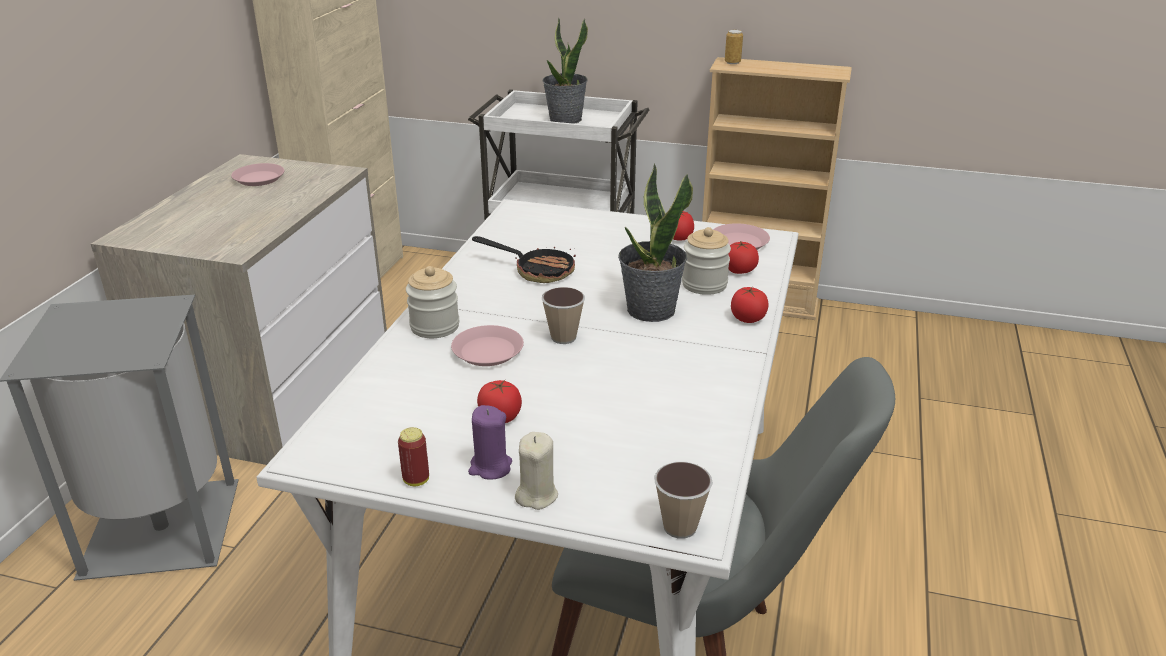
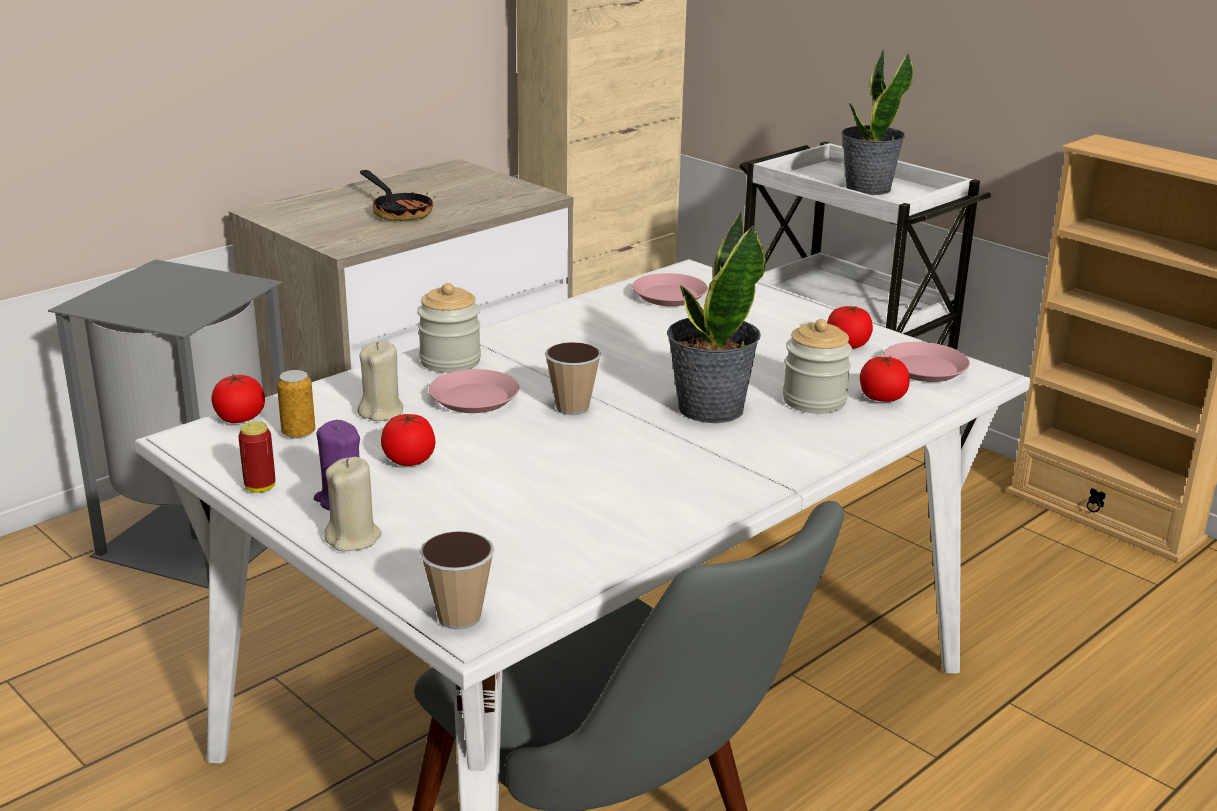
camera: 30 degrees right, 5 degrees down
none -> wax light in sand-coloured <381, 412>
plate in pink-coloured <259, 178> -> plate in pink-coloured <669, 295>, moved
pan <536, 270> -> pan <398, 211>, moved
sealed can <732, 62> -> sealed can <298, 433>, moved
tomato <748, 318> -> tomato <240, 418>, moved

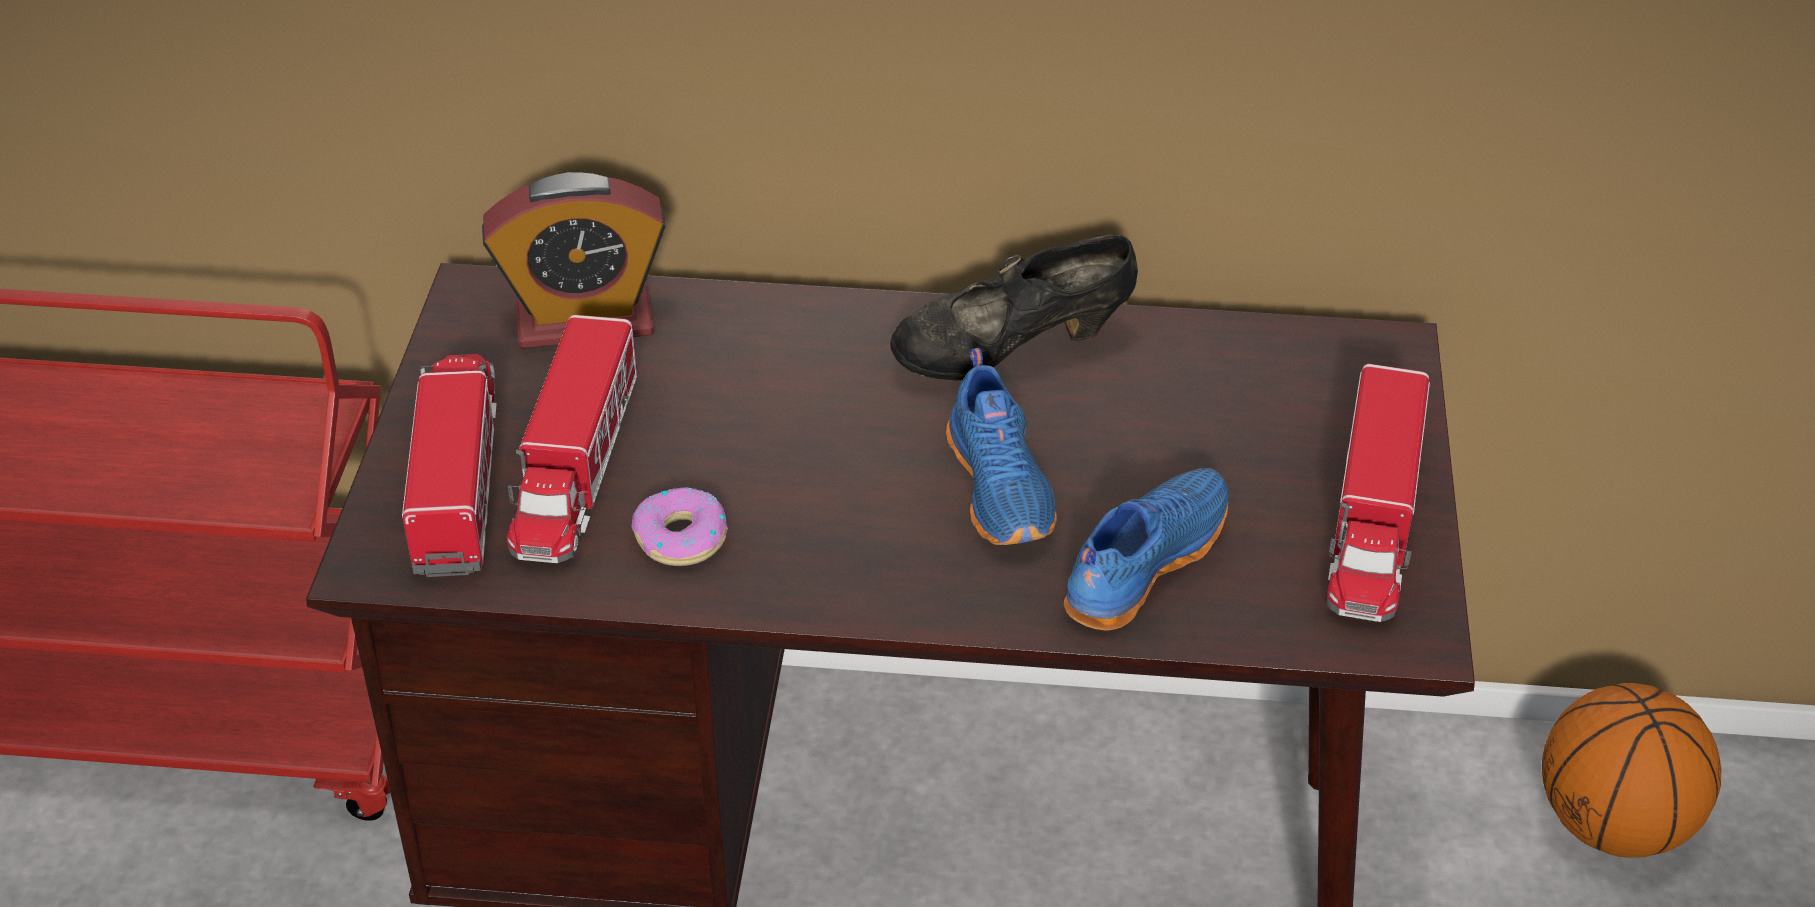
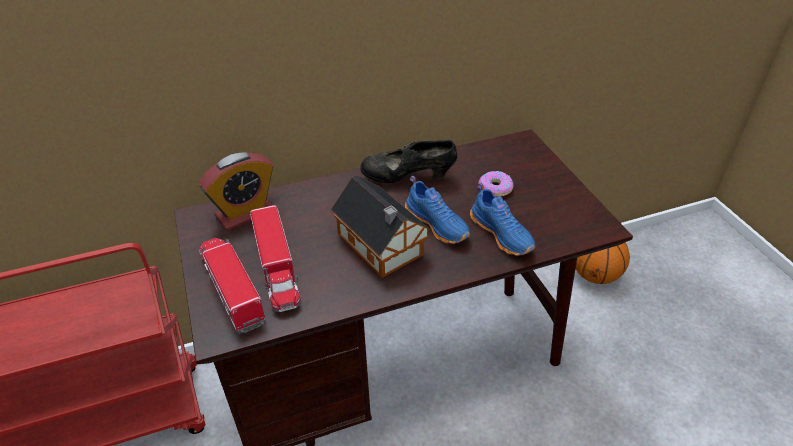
camera: 25 degrees left, 0 degrees up
toy truck <1372, 520> -> none
none -> model house <381, 247>
doughnut <680, 538> -> doughnut <495, 188>, moved
low shoe in black-coloured <1011, 354> -> low shoe in black-coloured <408, 178>, 45 degrees clockwise
low shoe in blue-coloured <1141, 563> -> low shoe in blue-coloured <502, 233>, 135 degrees clockwise

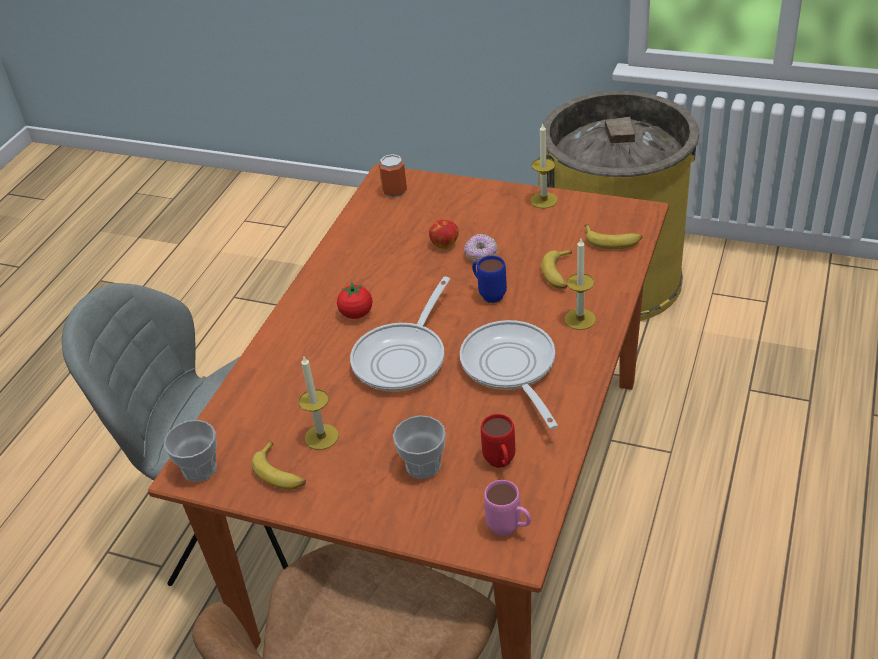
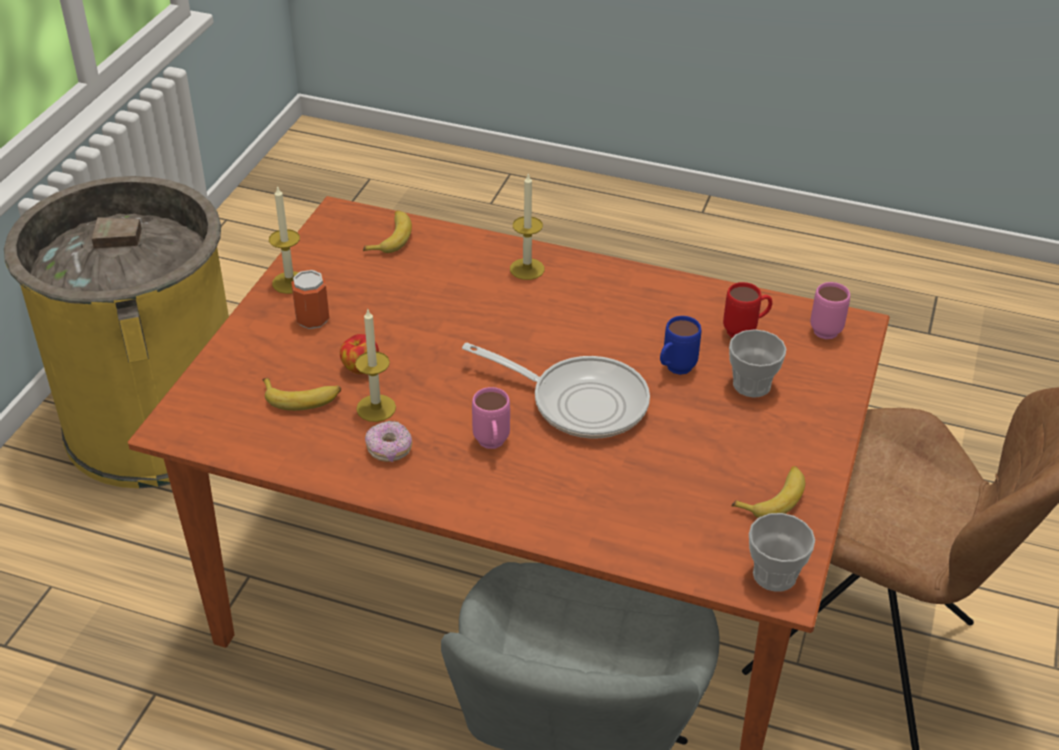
camera: 95 degrees left, 0 degrees up
pan <510, 369> -> none
wax light <321, 437> -> wax light <376, 408>, moved
sealed can <395, 191> -> sealed can <312, 319>, moved
doughnut <481, 255> -> doughnut <389, 449>, moved
mug in blue-coloured <488, 294> -> mug in blue-coloured <674, 370>, moved
banana <559, 274> -> banana <302, 398>, moved
tomato <356, 314> -> mug in pink-coloured <492, 445>

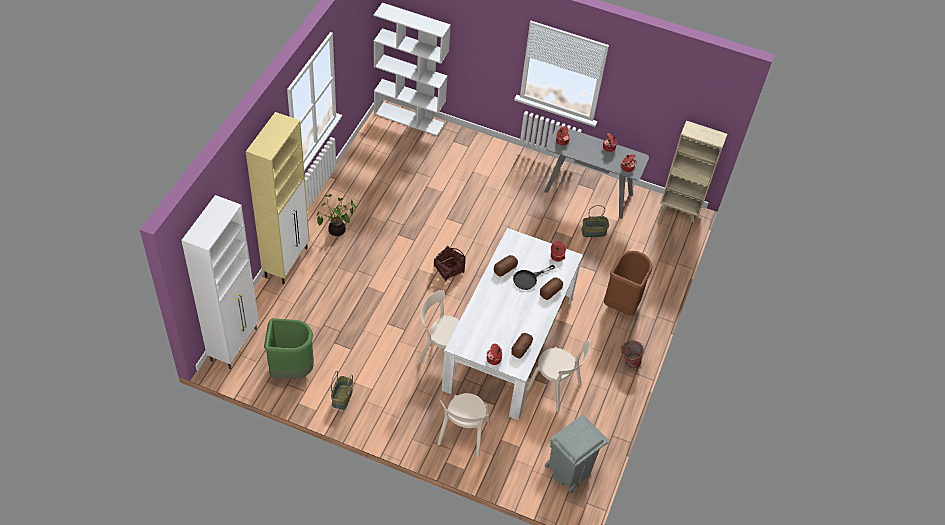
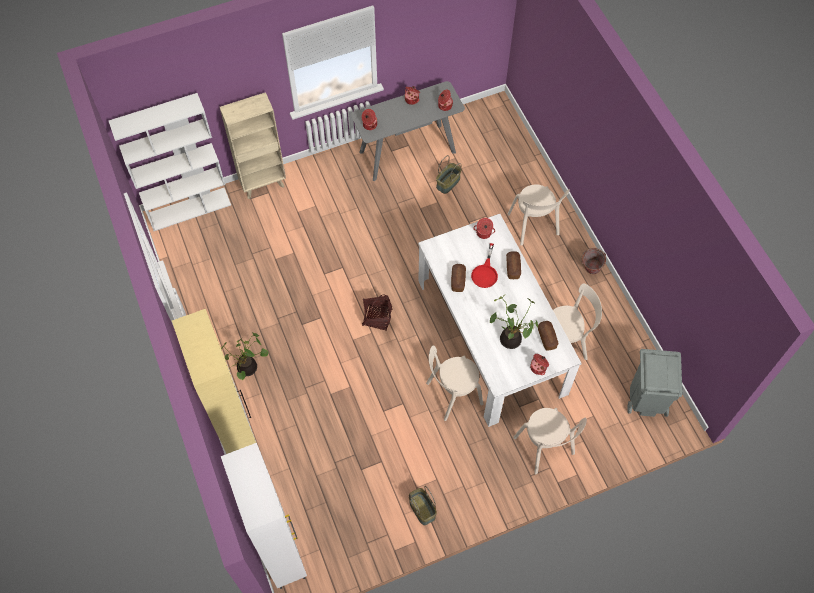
camera: 40 degrees left, 10 degrees up
waste bin in green <291, 370> -> none
none -> potted plant <511, 338>
bookshelf in sand-coloured <679, 210> -> bookshelf in sand-coloured <263, 184>, moved
waste bin in brown-coloured <621, 304> -> upright chair in sand-coloured <534, 226>
pan in black-coloured <528, 279> -> pan in red <485, 272>

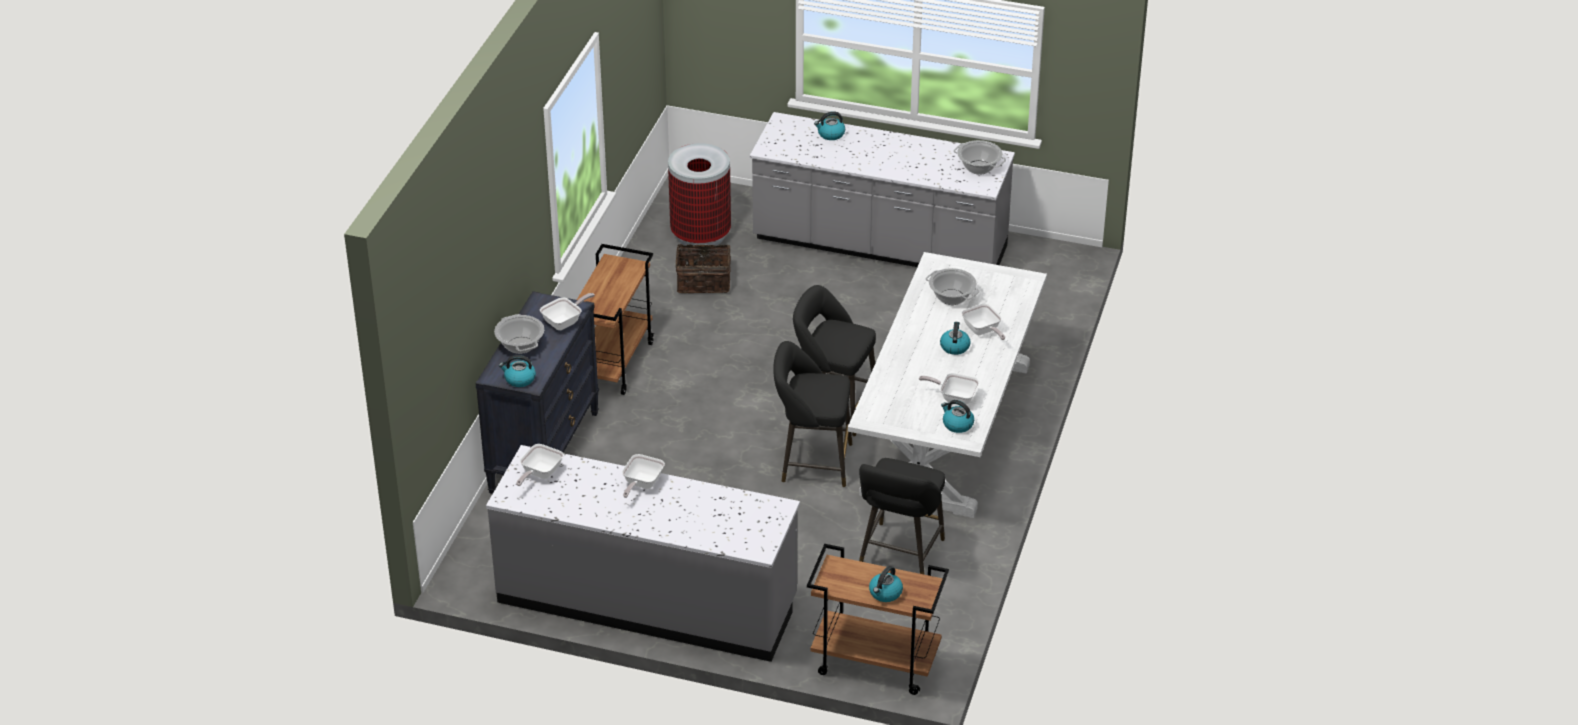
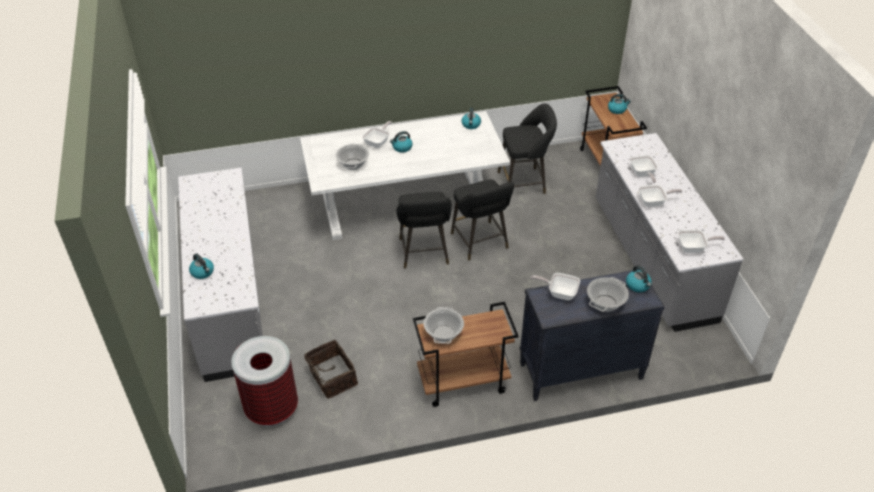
camera: 120 degrees left, 5 degrees up
pan <954, 397> -> pan <642, 174>, moved
saucepot <978, 167> -> saucepot <443, 334>, moved

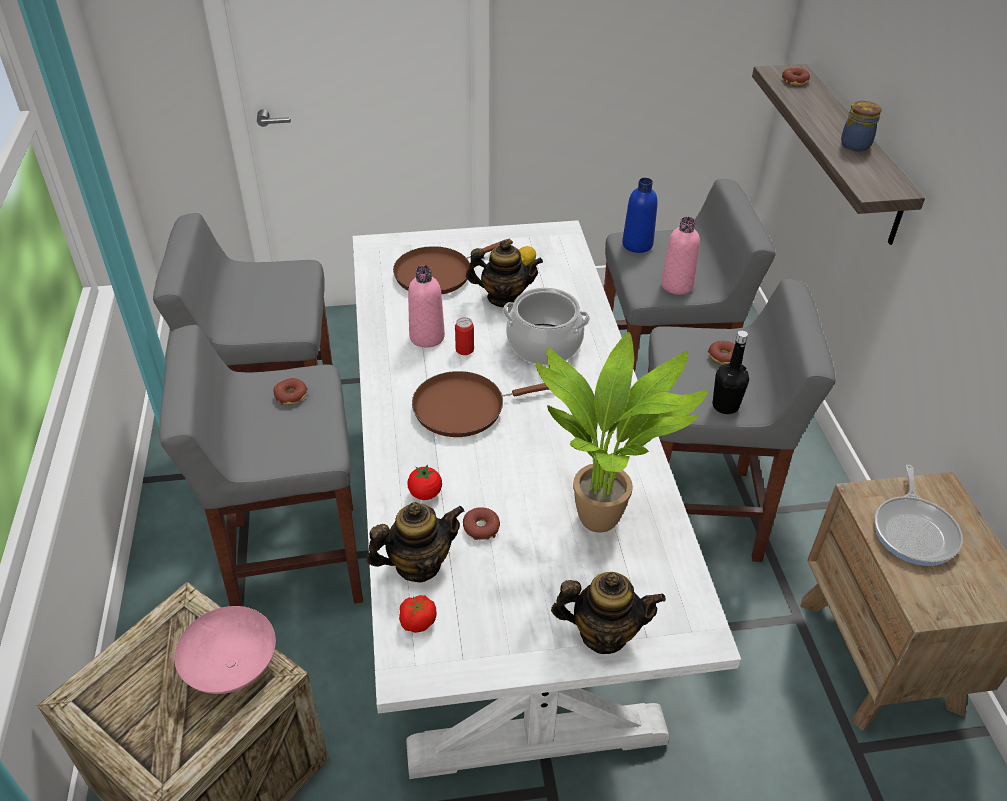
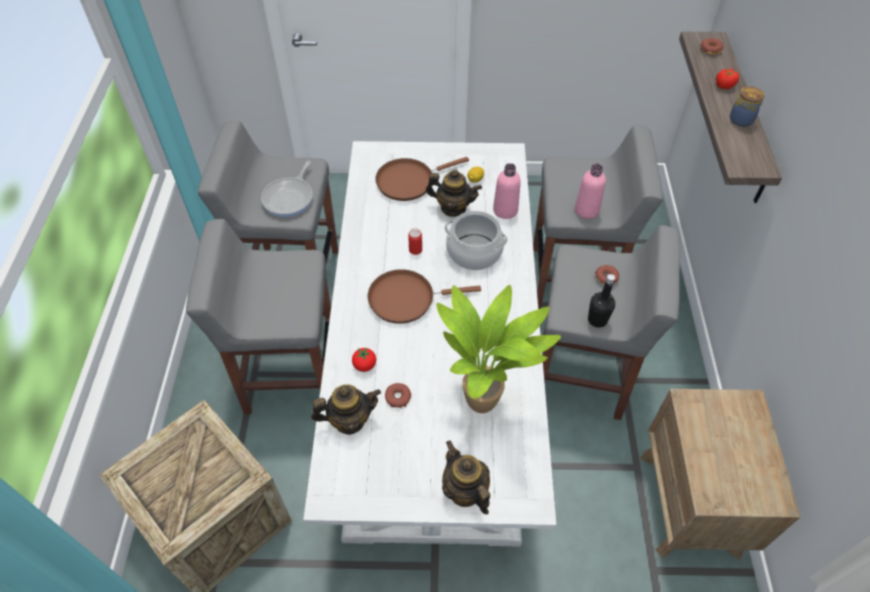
camera: 10 degrees right, 10 degrees up
serving bowl in pink-coloured <233, 666> -> none
doughnut <291, 395> -> none
beverage bottle in blue-coloured <637, 244> -> none
tomato <417, 622> -> tomato <724, 86>, moved
beverage bottle in pink-coloured <427, 337> -> beverage bottle in pink-coloured <505, 210>, moved
pan <914, 531> -> pan <290, 198>, moved
teapot <603, 633> -> teapot <465, 491>, 135 degrees counterclockwise

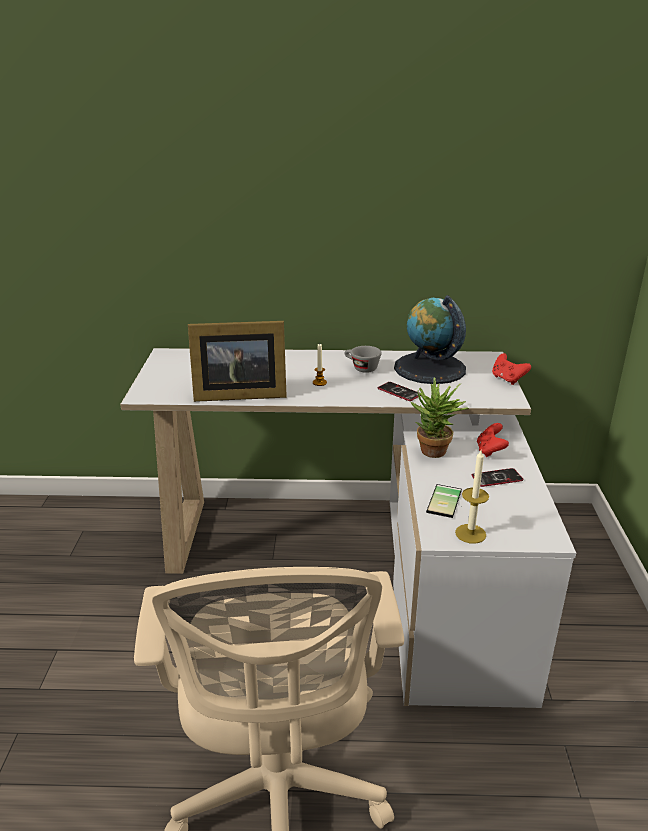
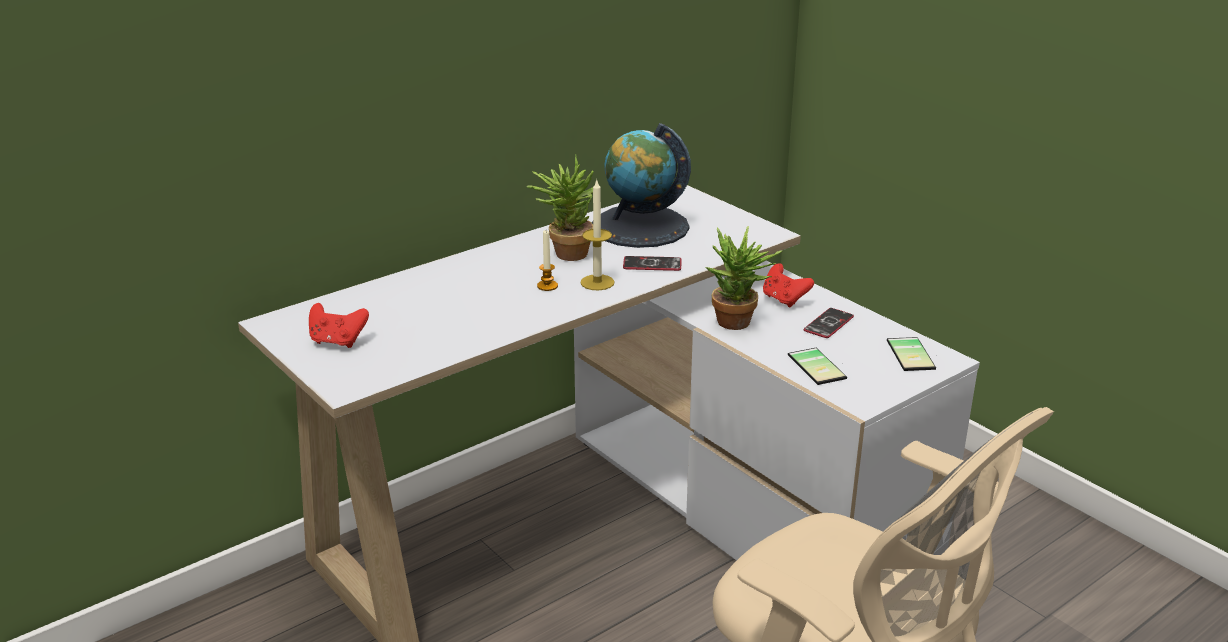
camera: 40 degrees left, 0 degrees up
picture frame <237, 394> -> none
none -> handset <914, 354>
wax light <470, 533> -> wax light <597, 282>, moved
gamepad in red <507, 379> -> gamepad in red <338, 341>, moved
drinking cup in gray <361, 368> -> potted plant <566, 252>

